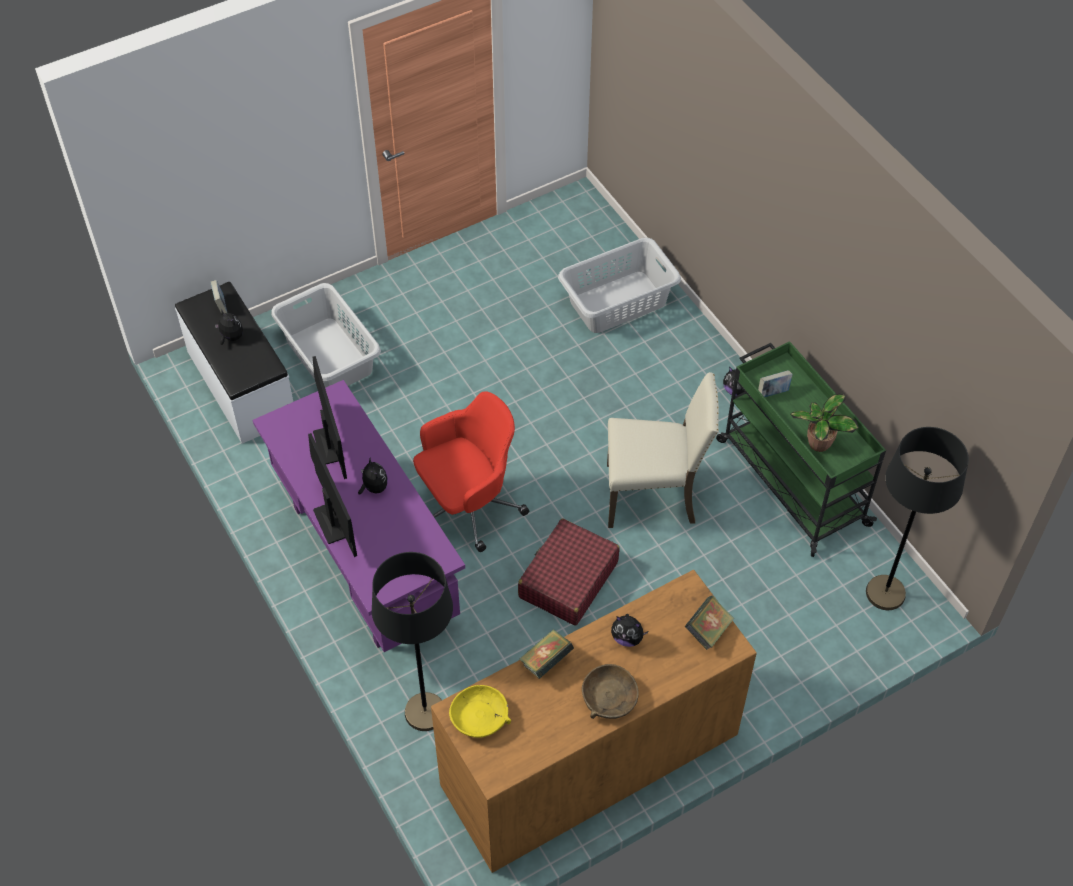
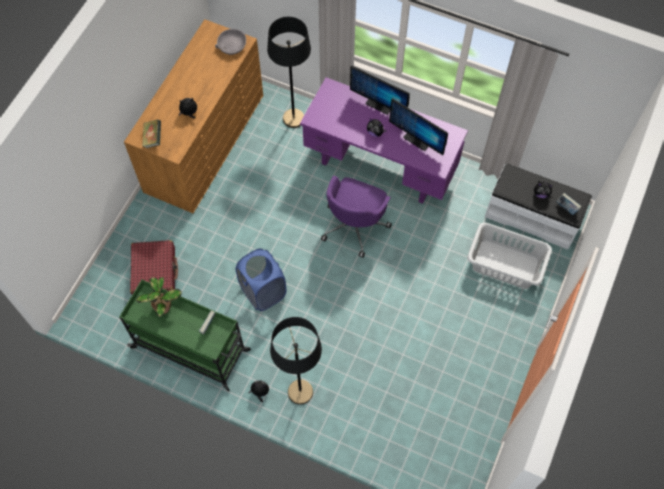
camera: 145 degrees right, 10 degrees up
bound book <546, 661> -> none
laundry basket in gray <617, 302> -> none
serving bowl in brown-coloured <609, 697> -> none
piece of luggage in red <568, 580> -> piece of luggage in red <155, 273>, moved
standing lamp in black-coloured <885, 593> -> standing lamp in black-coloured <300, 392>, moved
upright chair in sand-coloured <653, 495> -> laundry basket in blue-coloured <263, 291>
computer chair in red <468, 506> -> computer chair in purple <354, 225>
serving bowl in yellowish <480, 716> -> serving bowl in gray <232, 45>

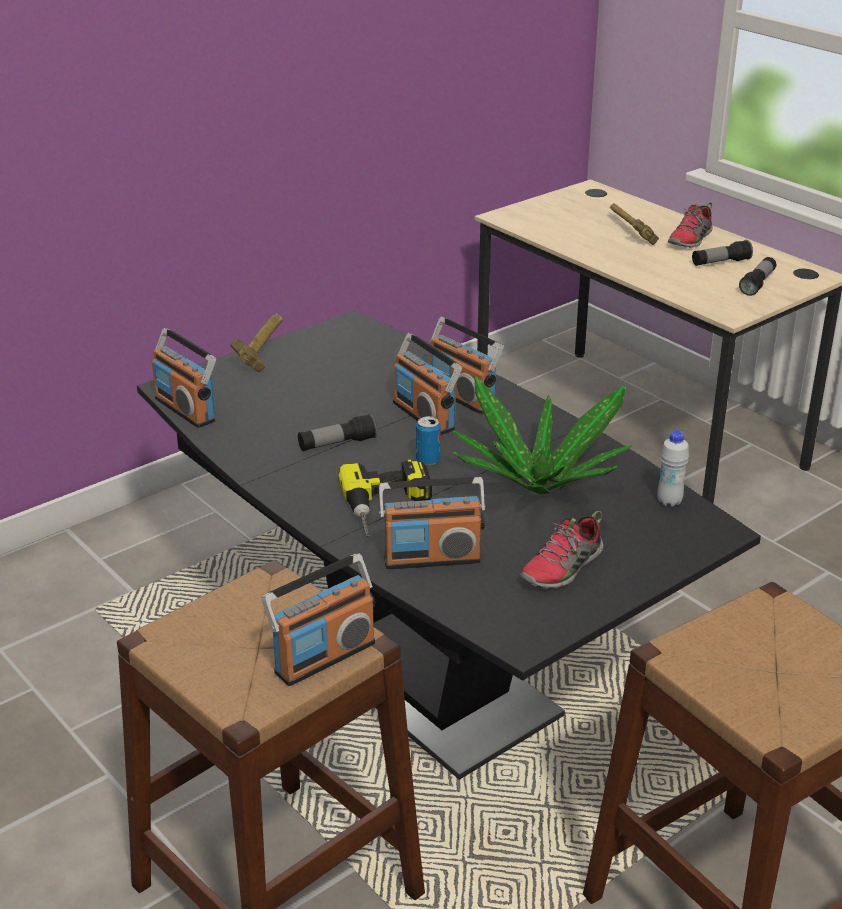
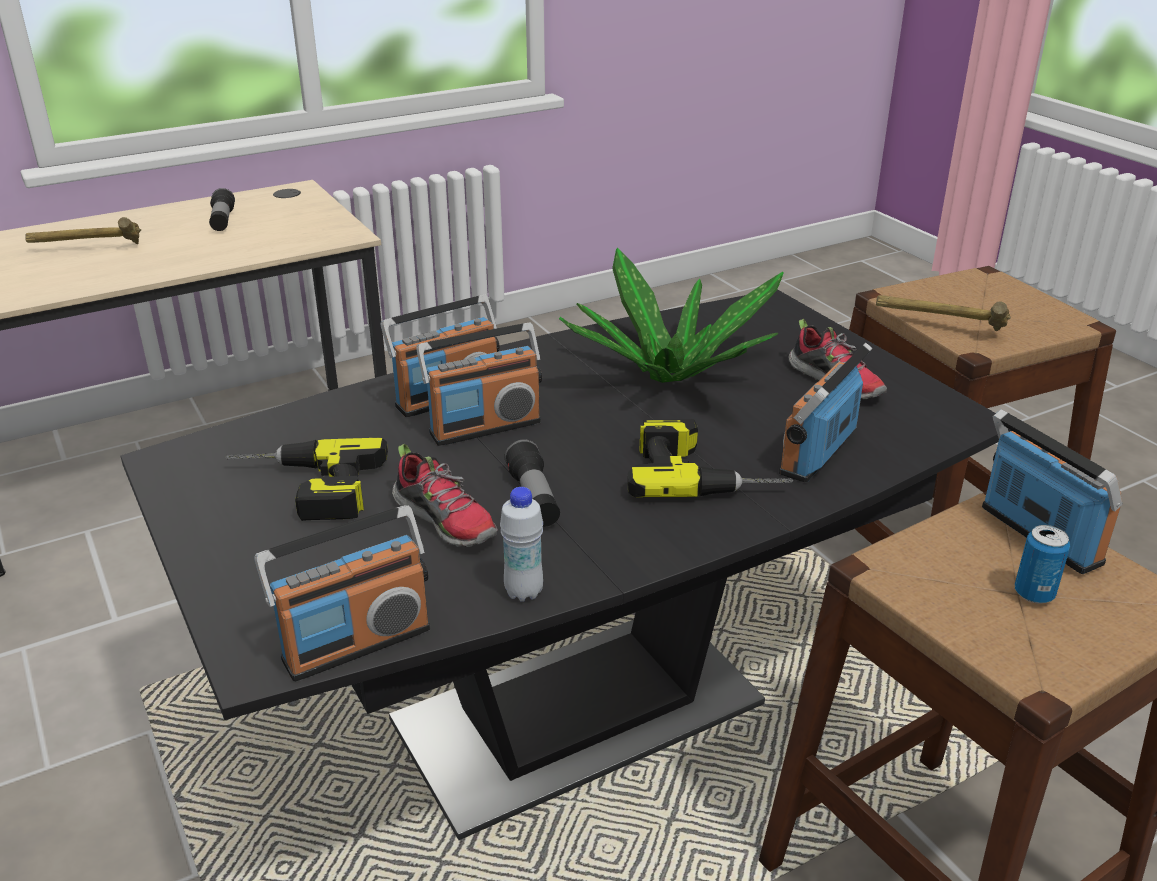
camera: 80 degrees left, 0 degrees up
torch <757, 284> -> none
none -> power drill <302, 489>
hand hammer <263, 351> -> hand hammer <938, 327>, moved
sealed can <428, 460> -> sealed can <1034, 593>, moved
beverage bottle in whitish <669, 501> -> beverage bottle in whitish <523, 592>, moved
low shoe <690, 240> -> low shoe <446, 520>, moved
radio receiver <432, 558> -> radio receiver <817, 453>, 150 degrees counterclockwise

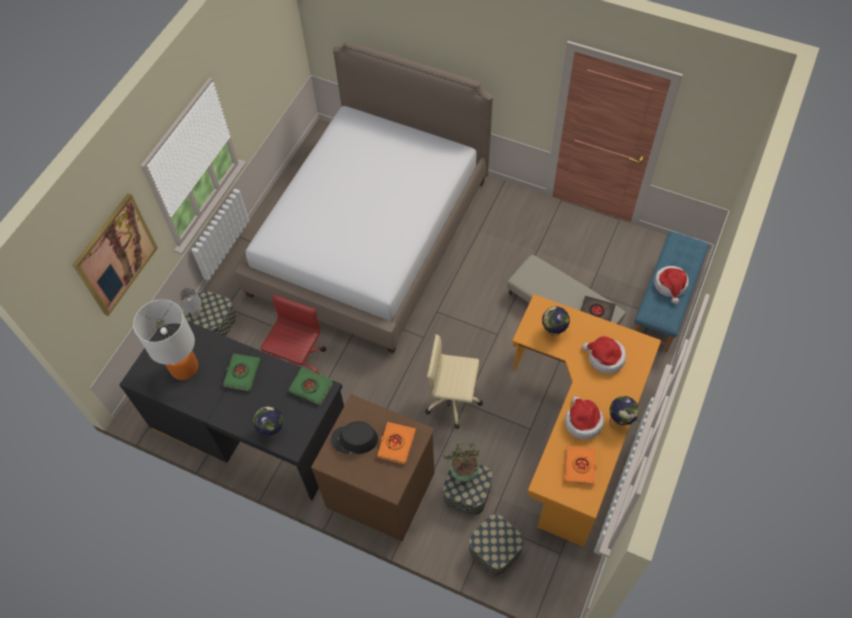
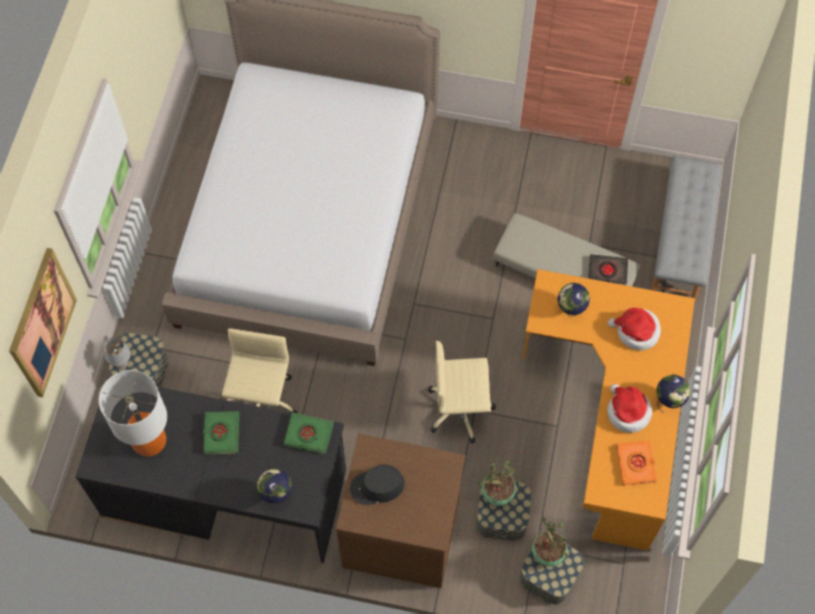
camera: 15 degrees left, 5 degrees up
bound book in orange <396, 444> -> none
clothing hat <670, 285> -> none
none -> potted plant <547, 552>
computer chair in red <298, 363> -> computer chair in sand-coloured <261, 400>
bench in blue-coloured <665, 302> -> bench in gray <681, 241>

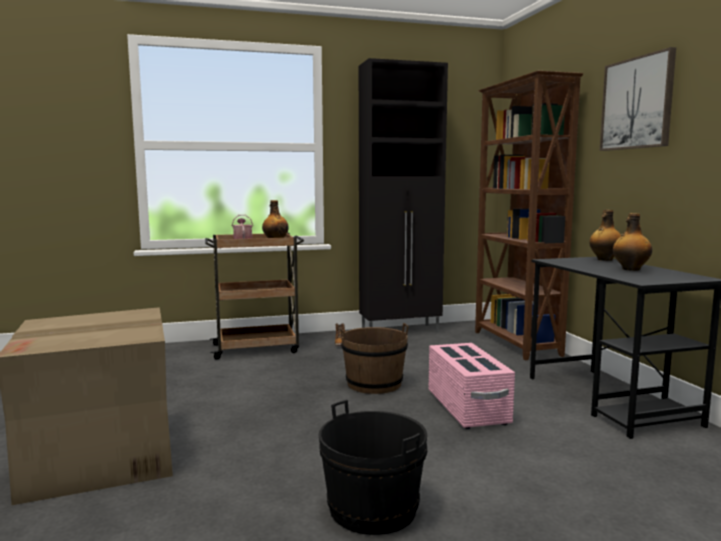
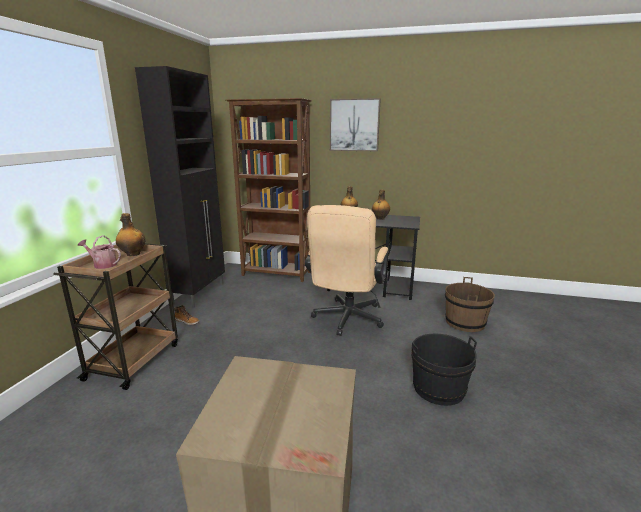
camera: 60 degrees left, 10 degrees up
bucket in brown-coloured <374, 384> -> bucket in brown-coloured <465, 323>, moved
storage container in pink-coloured <467, 407> -> computer chair in sand-coloured <346, 320>

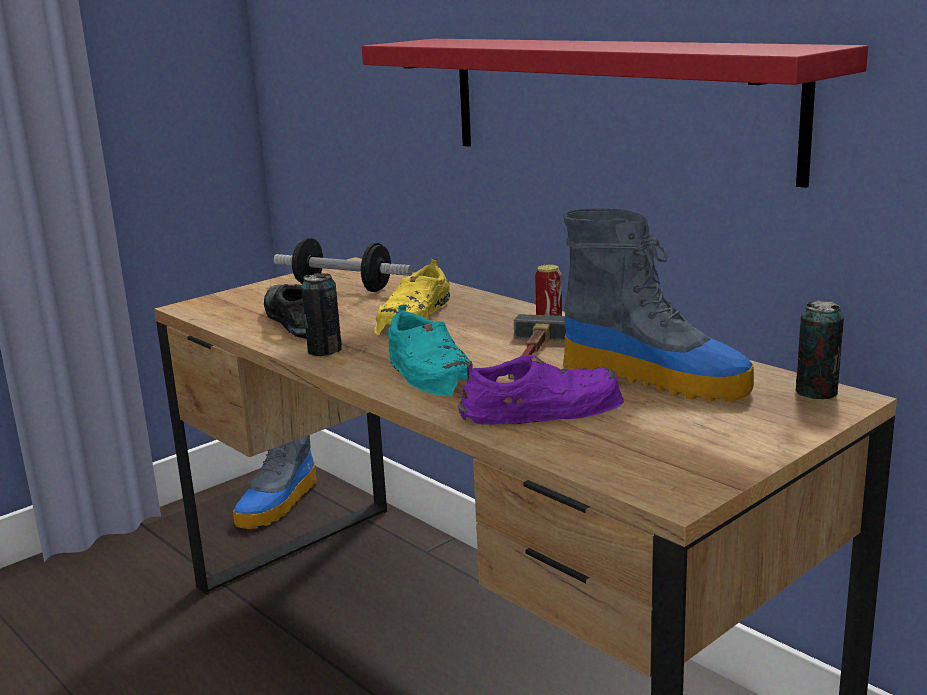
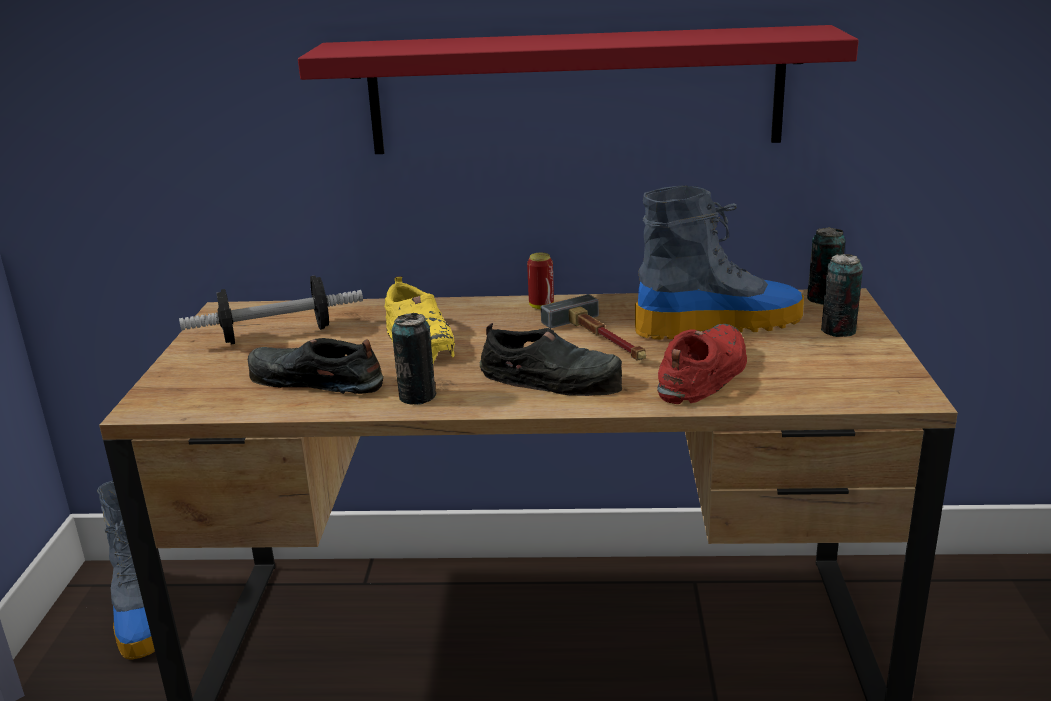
camera: 45 degrees left, 5 degrees up
none -> sealed can <838, 331>
low shoe in turquoise <430, 371> -> low shoe in black-coloured <552, 378>
low shoe in purple <543, 408> -> low shoe in red <703, 373>

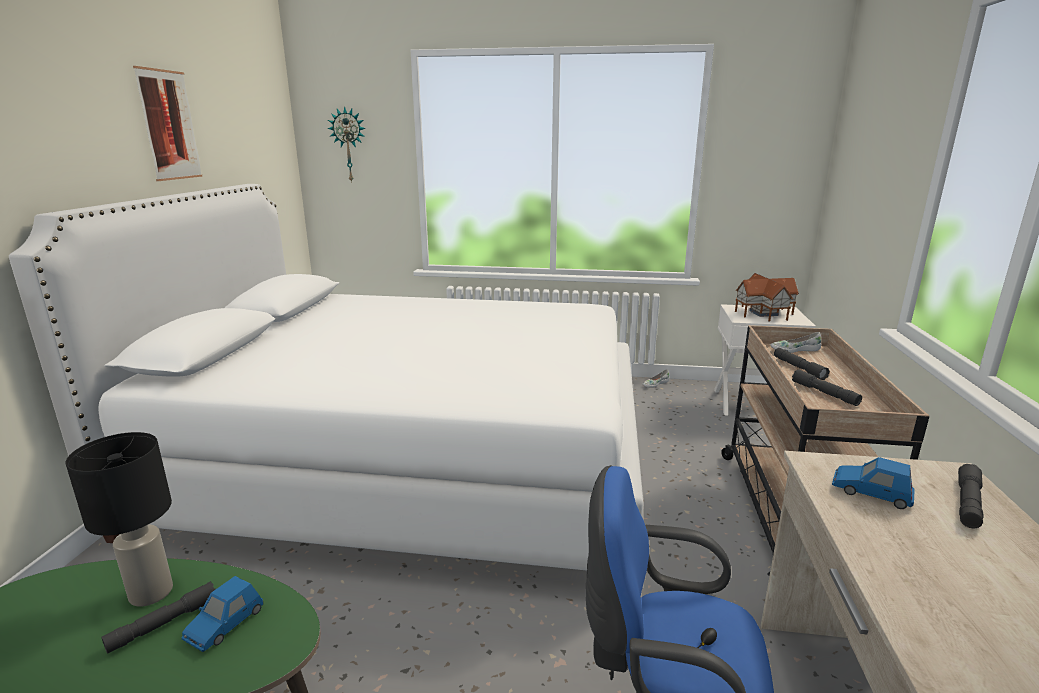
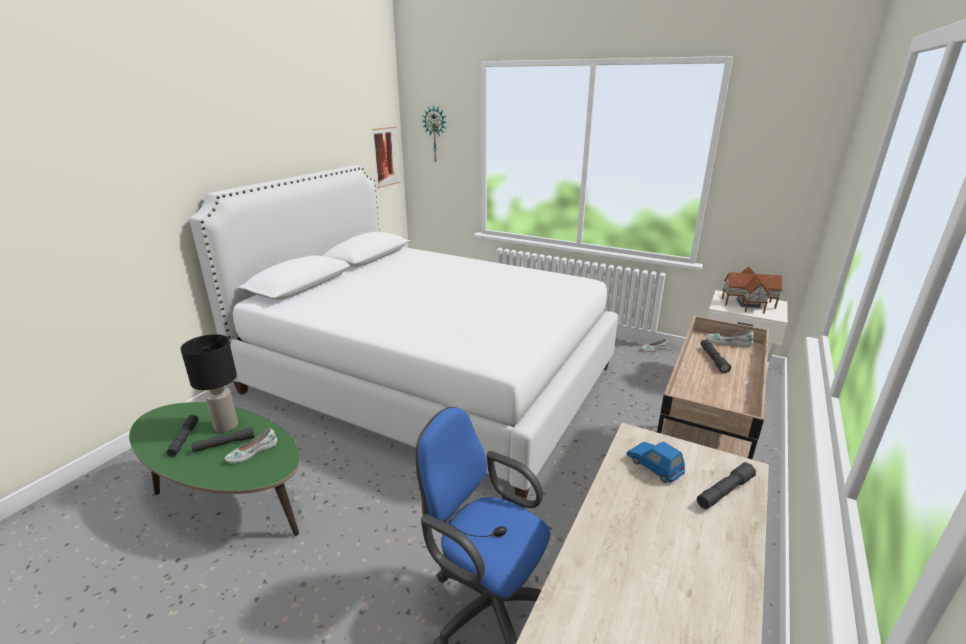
camera: 20 degrees right, 5 degrees up
picture <169, 125> -> picture <386, 157>, moved
torch in gray <824, 393> -> torch in gray <184, 439>, moved
miniature car in blue-coloured <225, 624> -> low shoe in whitish <252, 452>

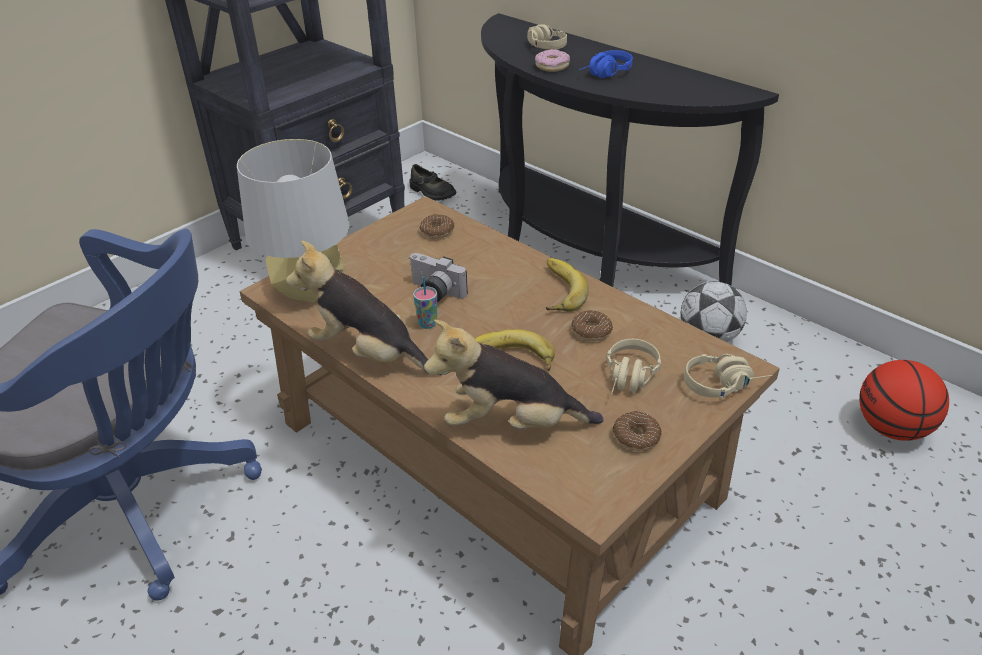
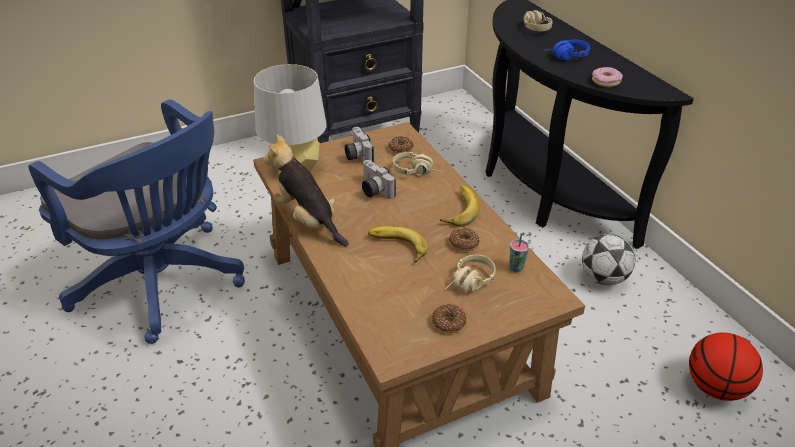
camera: 20 degrees right, 0 degrees up
low shoe in black-coloured <431, 192> -> none
cuddly toy <511, 423> -> none
none -> photo camera <357, 155>
drinking cup <427, 324> -> drinking cup <516, 268>, moved
doughnut <552, 66> -> doughnut <606, 81>, moved
headphones in sand-coloured <724, 384> -> headphones in sand-coloured <417, 171>, moved

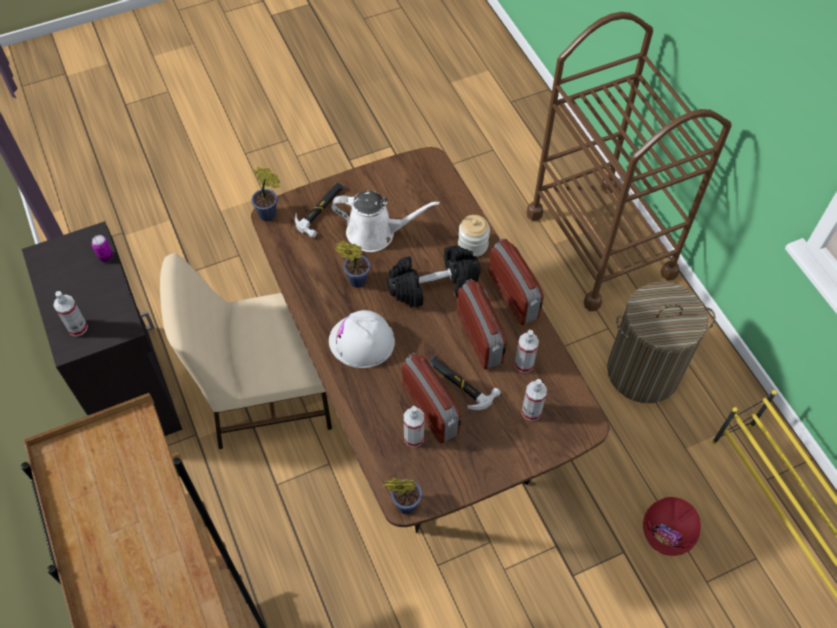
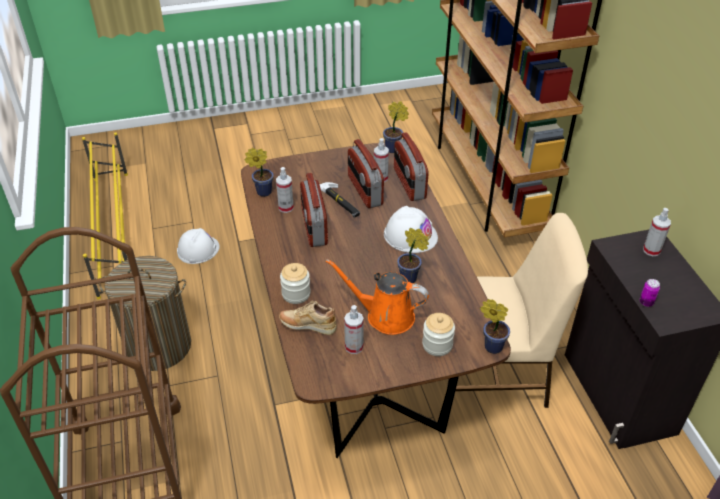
camera: 170 degrees left, 15 degrees down
dumbbell in black-coloured <433, 286> -> none
none -> potted plant <262, 192>
none -> low shoe in sand-coloured <308, 326>
radio receiver <513, 295> -> radio receiver <409, 184>, moved
spray bottle <531, 411> -> spray bottle <354, 347>, moved
hand hammer <321, 209> -> jar <437, 345>
watering pot in whitish <376, 233> -> watering pot in orange <385, 316>
work helmet in red <671, 526> -> work helmet in whitish <198, 249>

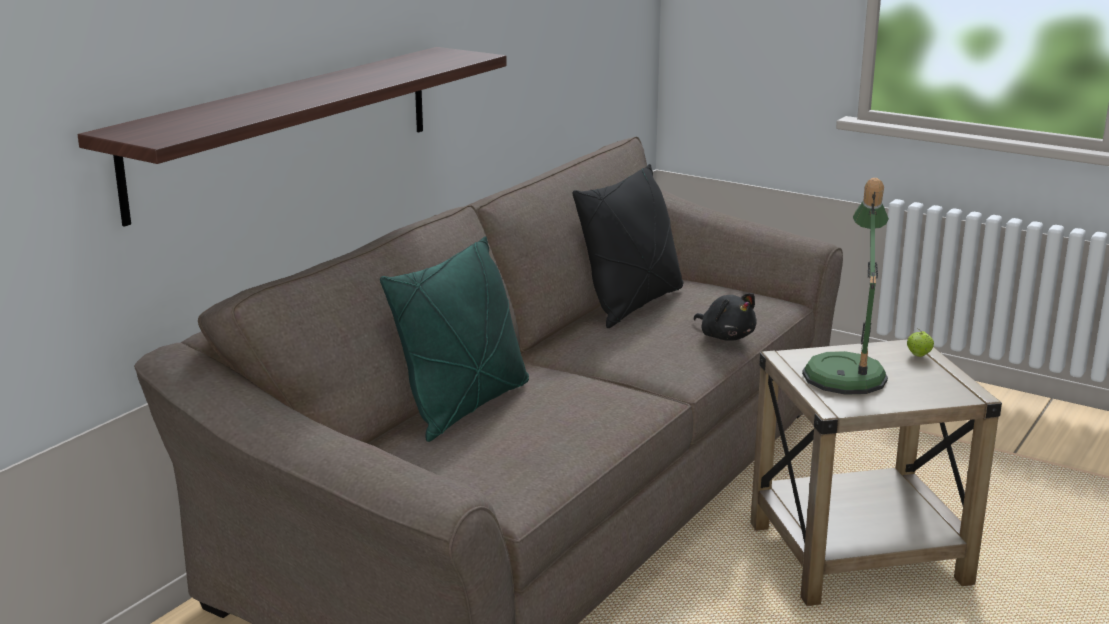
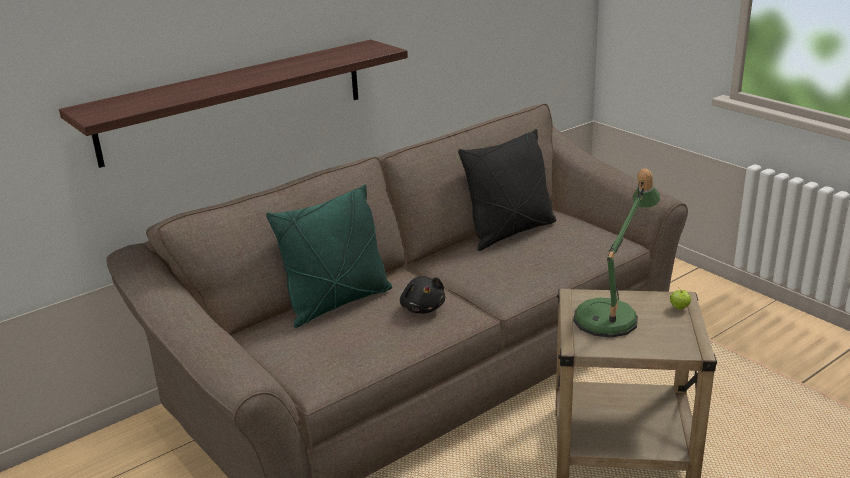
camera: 20 degrees right, 5 degrees up
cuddly toy in black-coloured <725, 336> -> cuddly toy in black-coloured <422, 308>, moved

